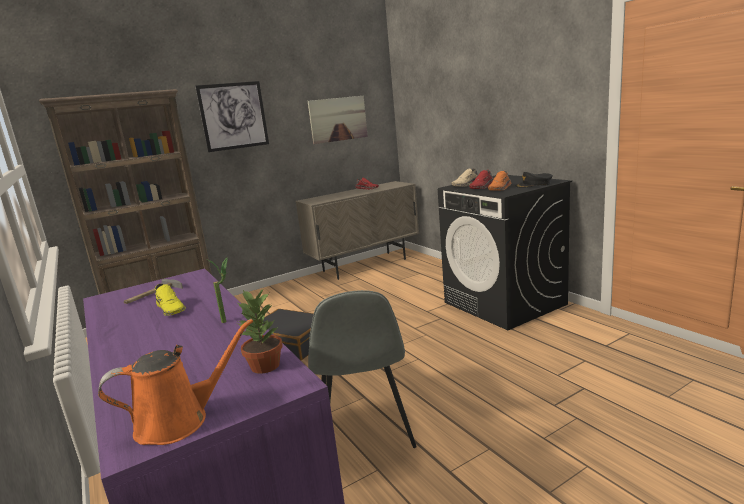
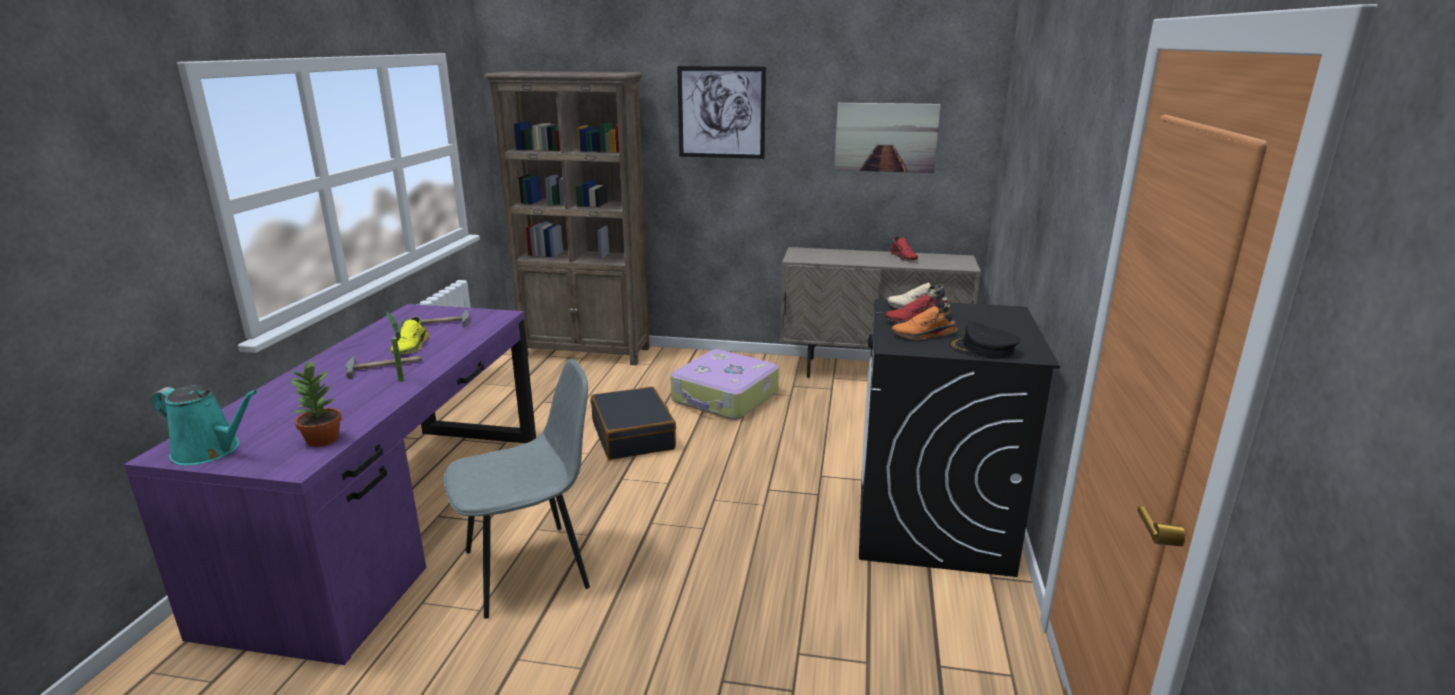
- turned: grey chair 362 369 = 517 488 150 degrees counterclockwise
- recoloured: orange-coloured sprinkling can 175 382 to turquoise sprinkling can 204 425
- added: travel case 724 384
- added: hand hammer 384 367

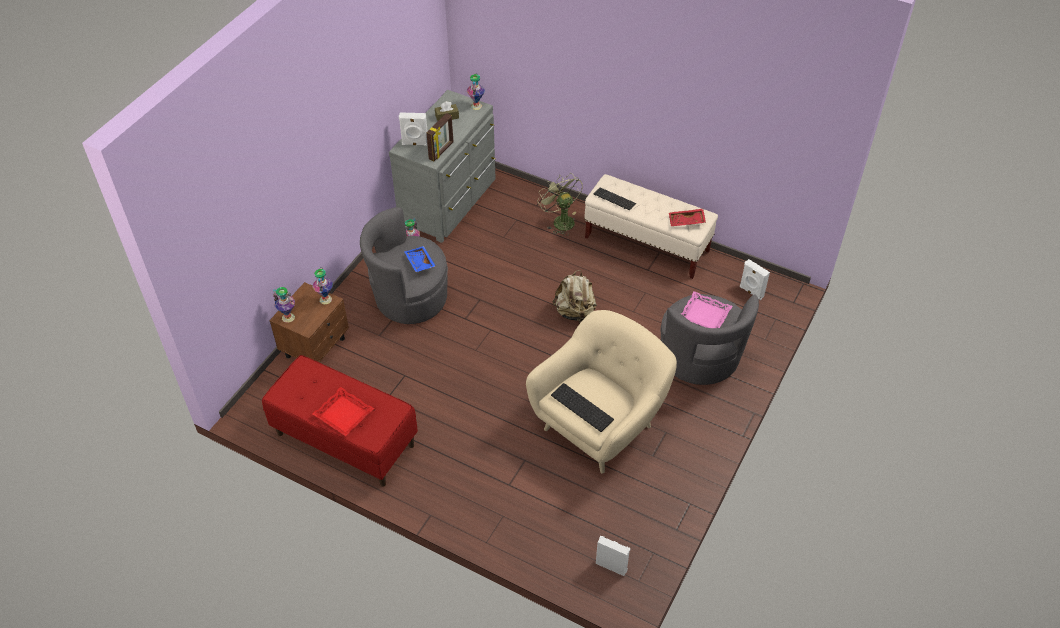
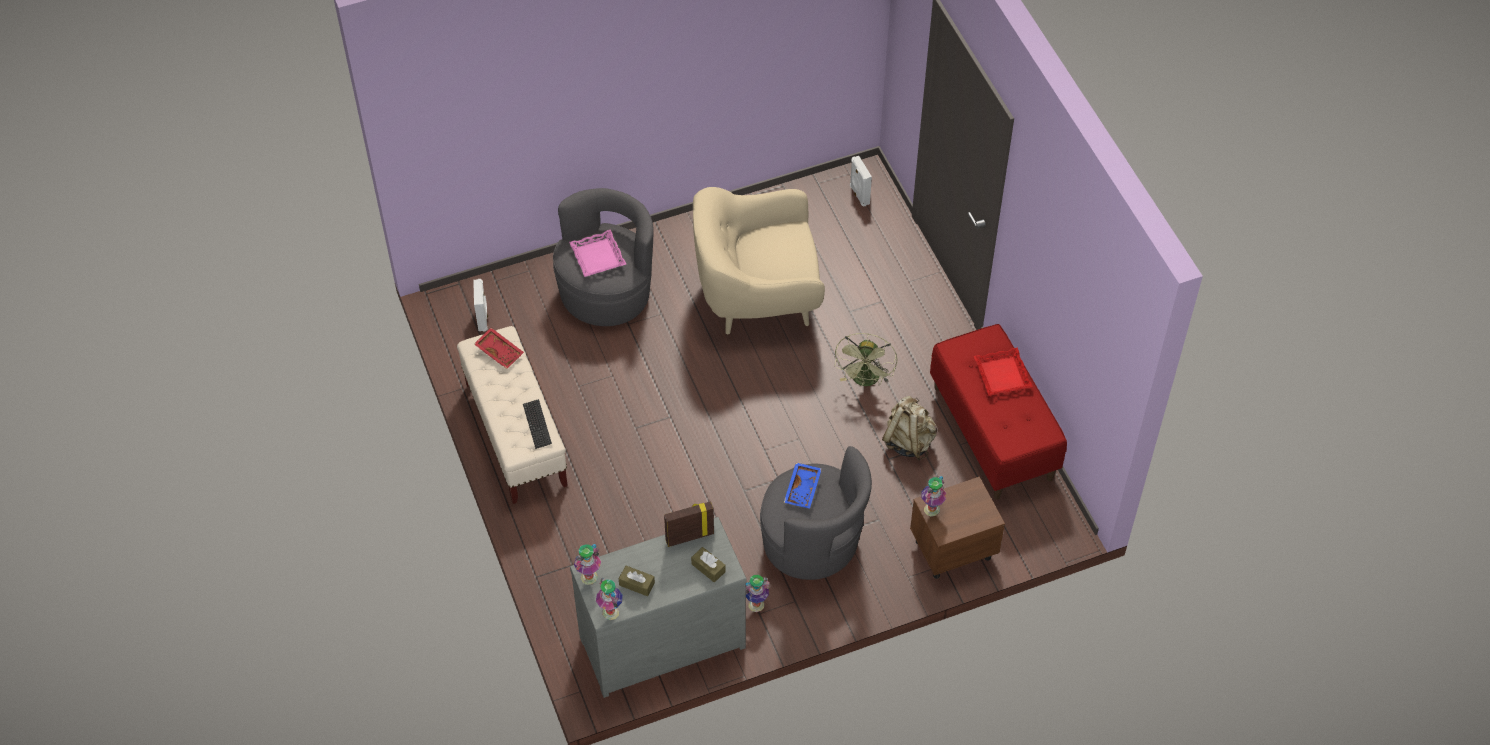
- replaced: whitish audio speaker 413 129 to brown-coloured tissue box 708 564
- moved: green electric fan 560 204 to 866 359
- moved: beige rucksack 574 297 to 910 428
- moved: decorative vase 284 305 to 609 599
- removed: PC keyboard 582 407

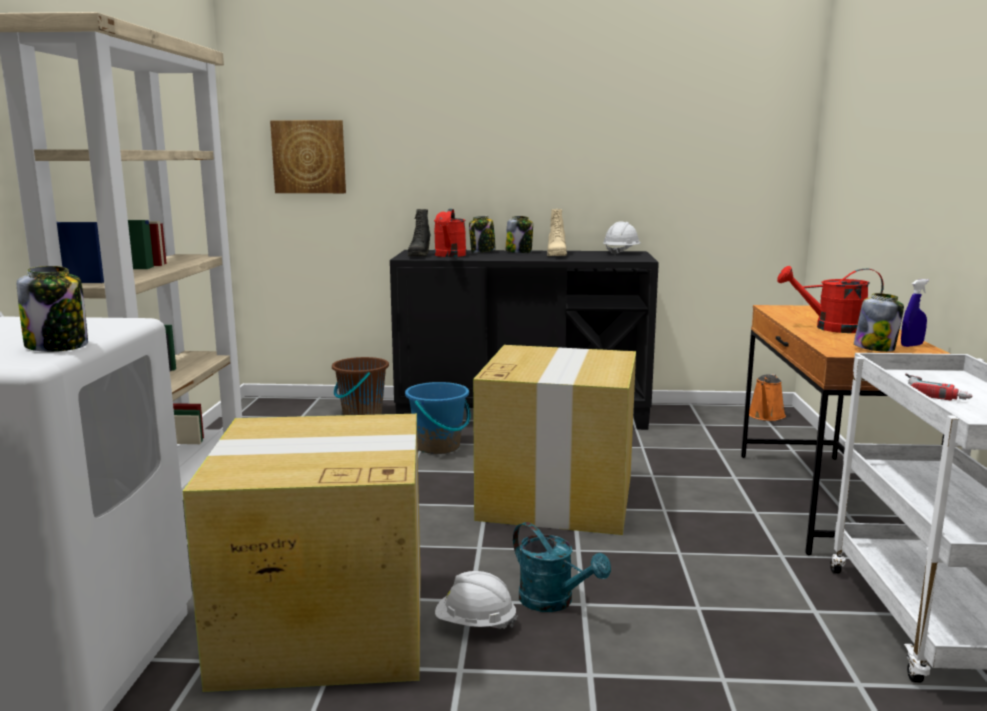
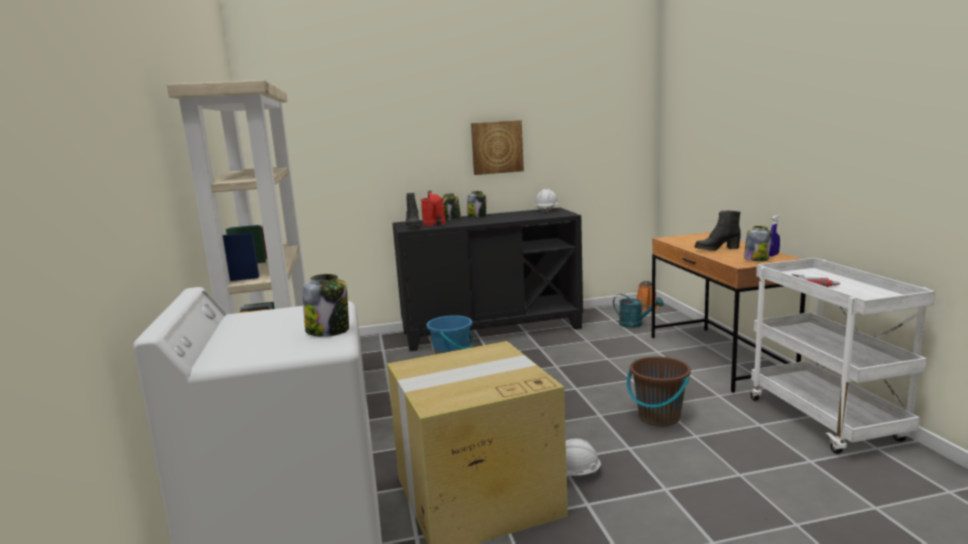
- moved: picture 308 156 to 497 147
- removed: beige tall boot 557 232
- replaced: red sprinkling can 830 299 to blackish tall boot 718 231
- removed: cardboard box 554 440
- moved: brown-coloured pail 360 386 to 659 391
- moved: turquoise sprinkling can 562 567 to 638 311

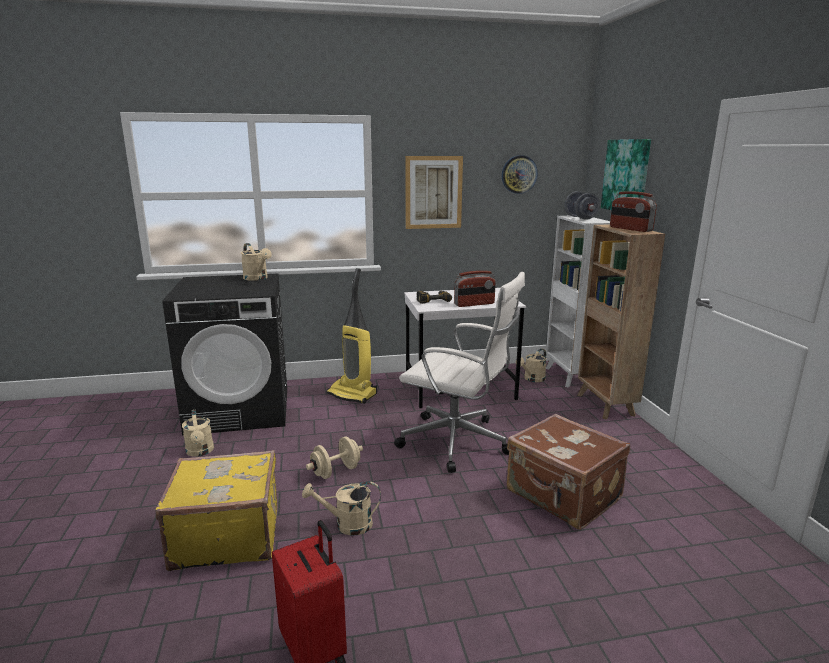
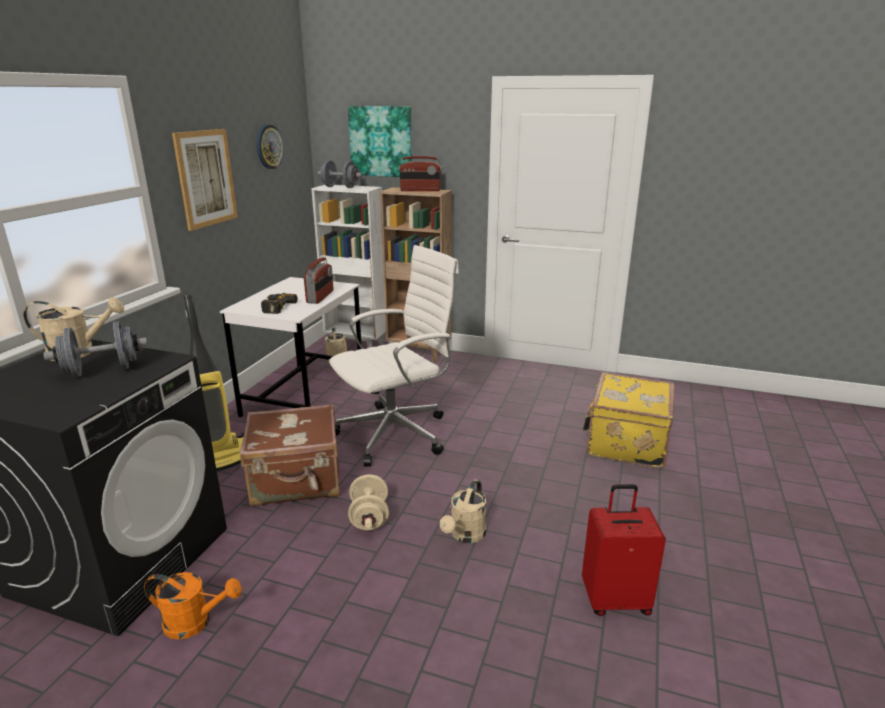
- recoloured: beige sprinkling can 198 433 to orange-coloured sprinkling can 193 606
- moved: brown-coloured travel case 568 472 to 290 455
- moved: yellow travel case 216 510 to 629 420
- added: grey dumbbell 96 349

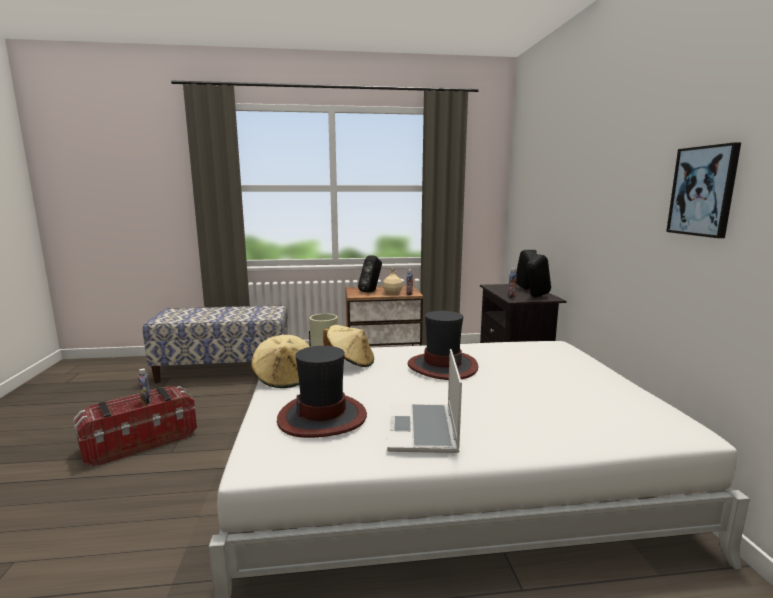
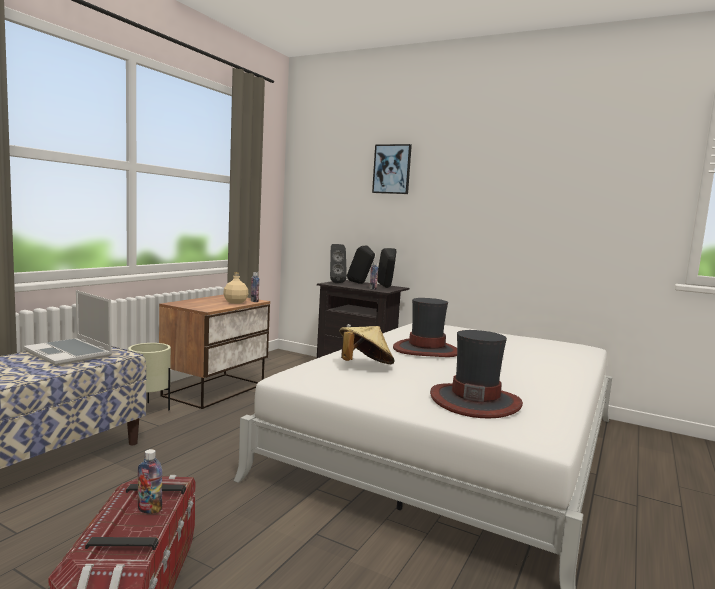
- moved: picture 703 190 to 392 169
- moved: blackish audio speaker 370 273 to 338 263
- removed: beige wearable hat 280 361
- moved: notebook computer 424 401 to 67 328

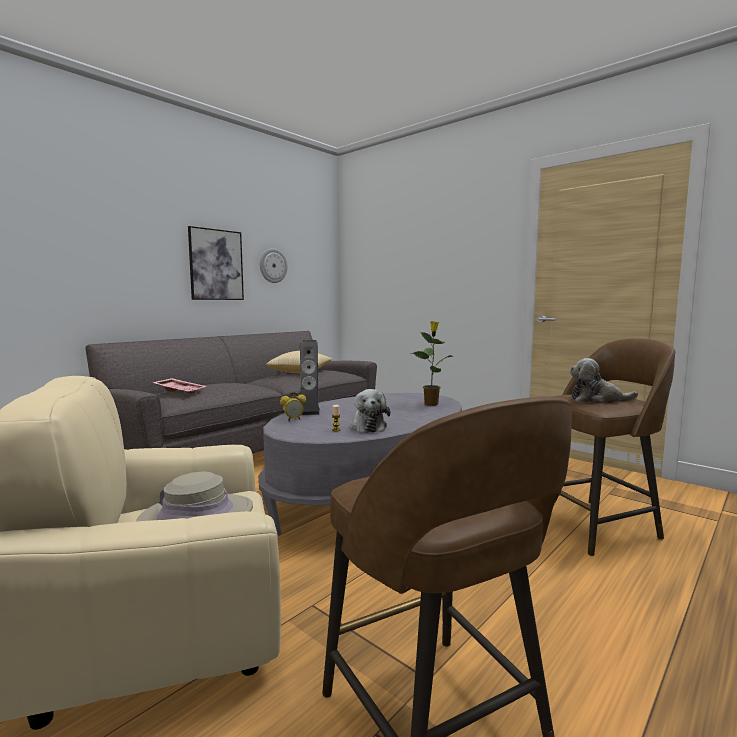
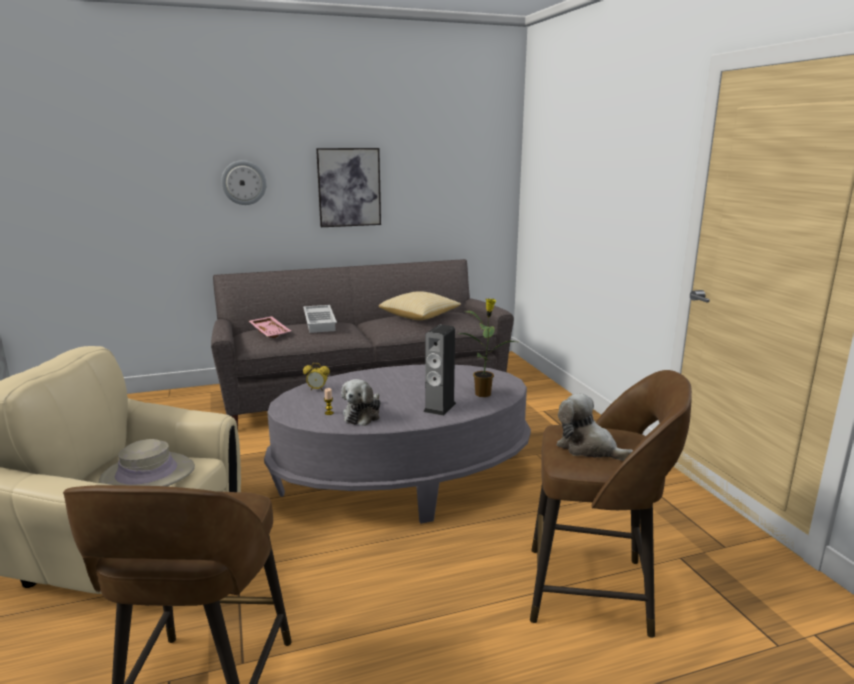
- moved: clock on the wall 274 265 to 243 182
- moved: audio speaker 310 377 to 439 370
- added: whitish serving tray 320 319

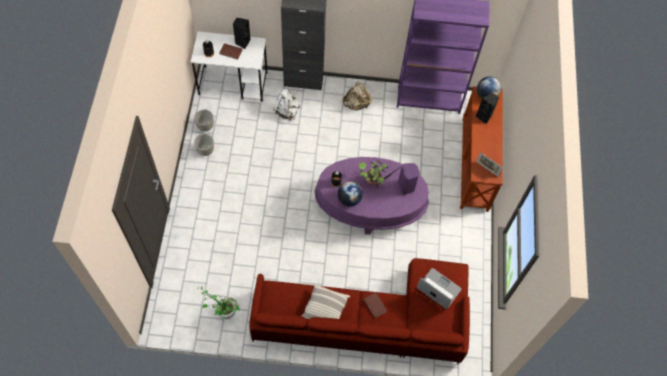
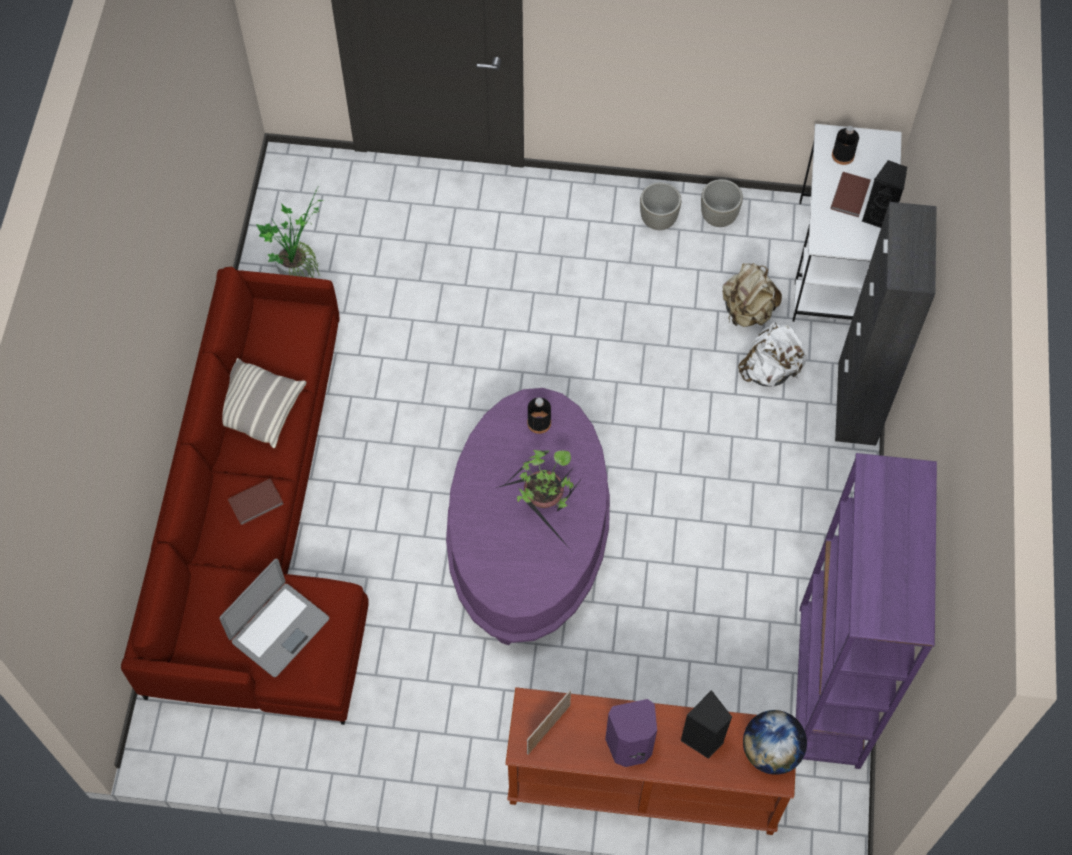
- moved: beige rucksack 357 95 to 752 295
- moved: purple-coloured audio speaker 409 179 to 631 733
- removed: desk globe 350 194

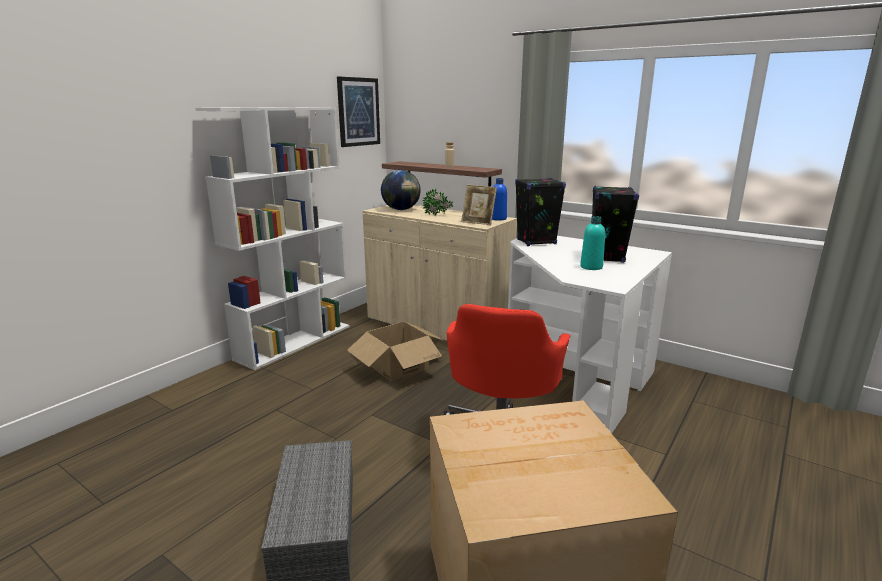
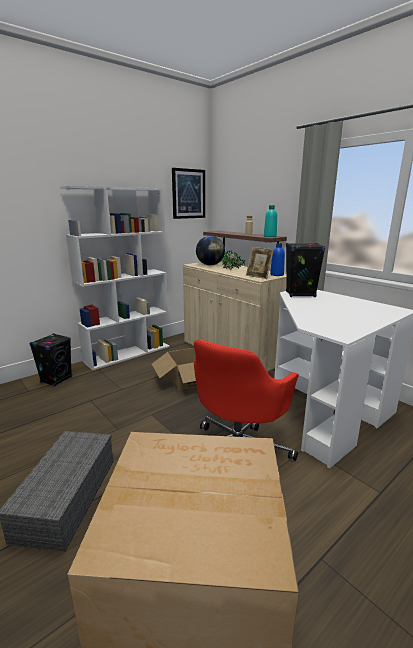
- moved: blackish audio speaker 615 224 to 50 360
- moved: turquoise drink bottle 592 243 to 270 221

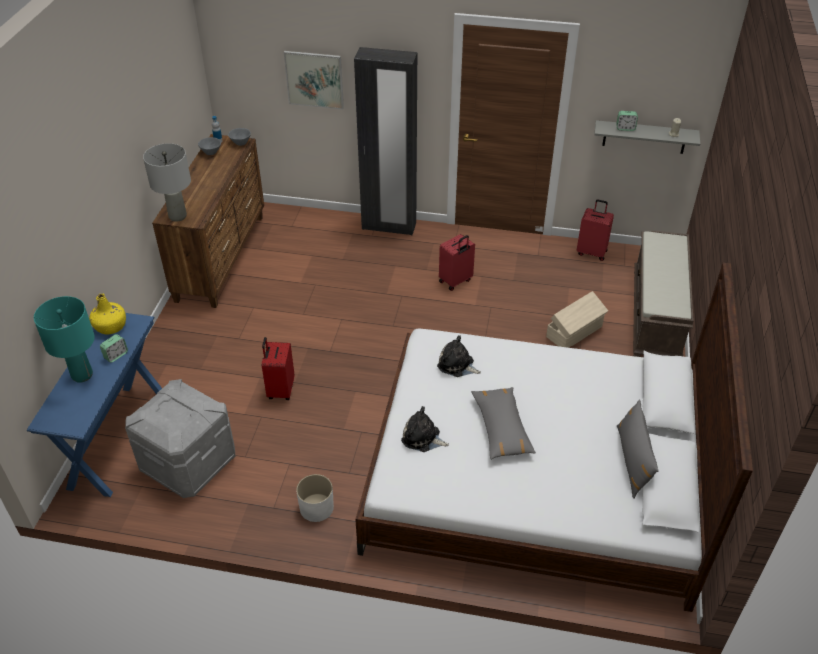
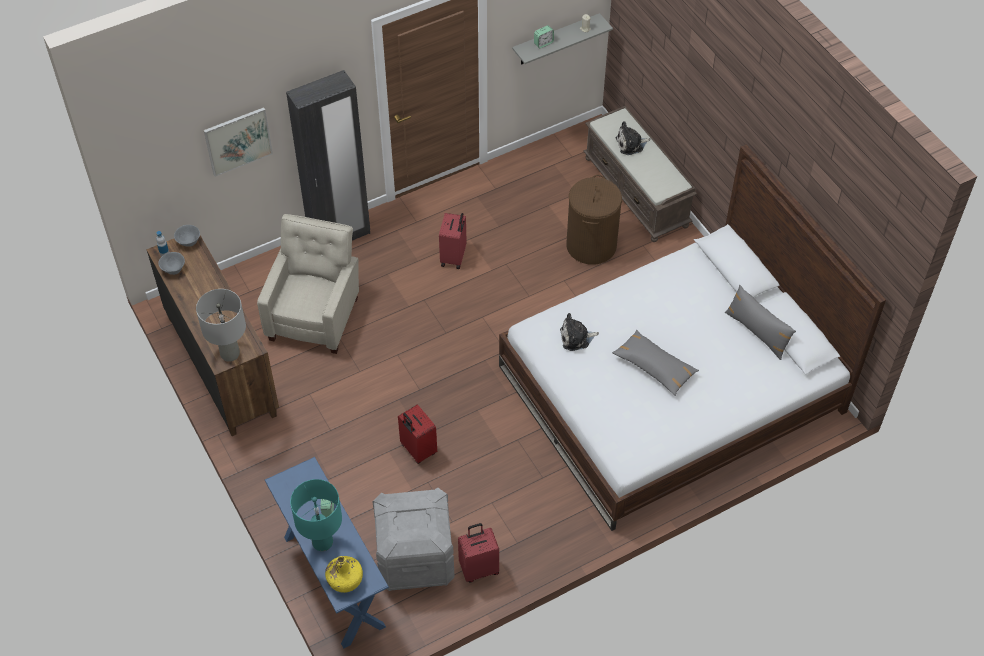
- moved: red travel case 595 230 to 478 552
- replaced: beige storage bin 577 319 to brown-coloured washing basket 594 220
- moved: yellow drink bottle 107 313 to 344 574
- moved: plush toy 425 429 to 633 138
- removed: whitish planter 315 498
- added: beige armchair 308 284

